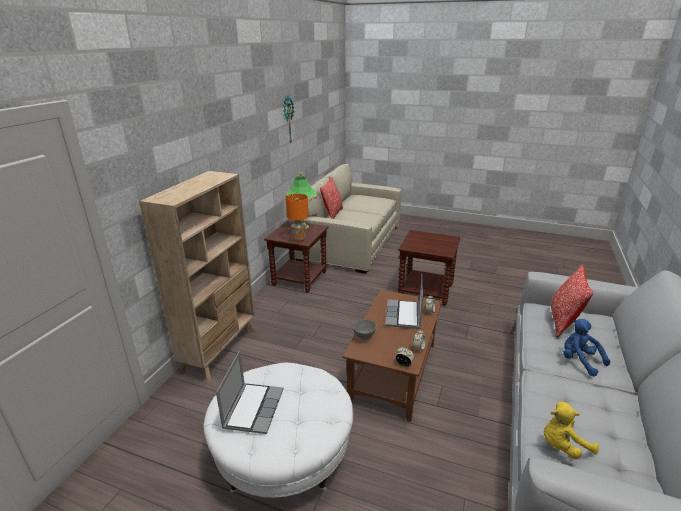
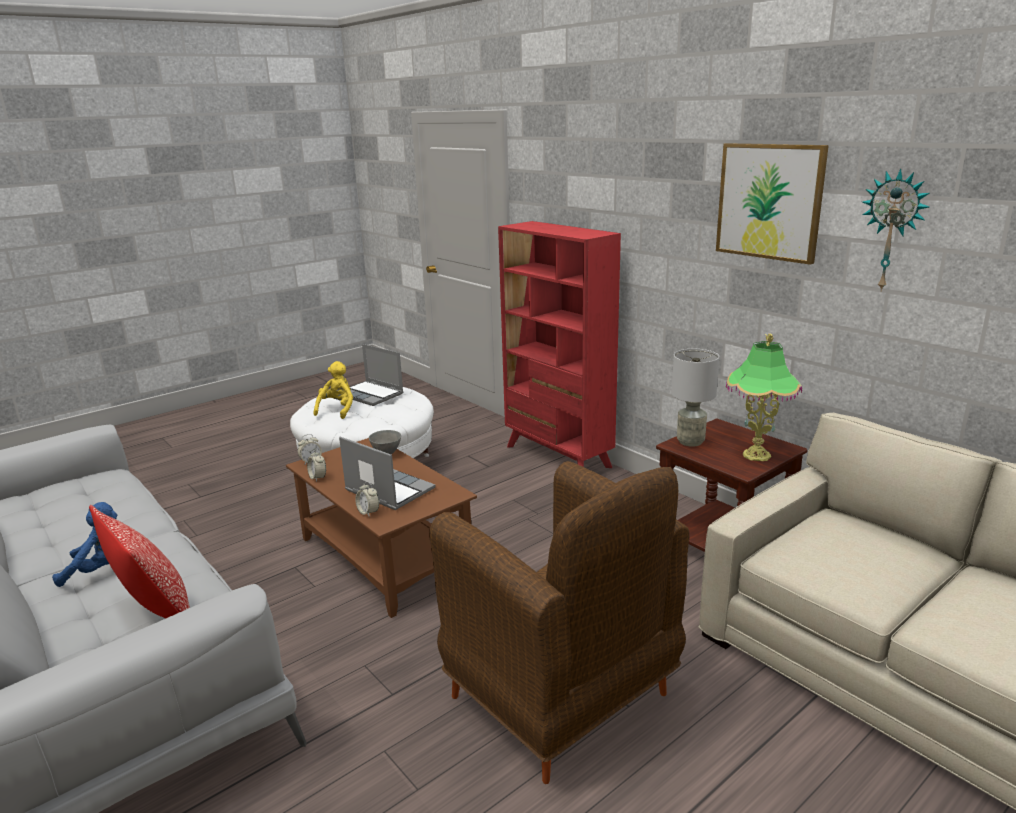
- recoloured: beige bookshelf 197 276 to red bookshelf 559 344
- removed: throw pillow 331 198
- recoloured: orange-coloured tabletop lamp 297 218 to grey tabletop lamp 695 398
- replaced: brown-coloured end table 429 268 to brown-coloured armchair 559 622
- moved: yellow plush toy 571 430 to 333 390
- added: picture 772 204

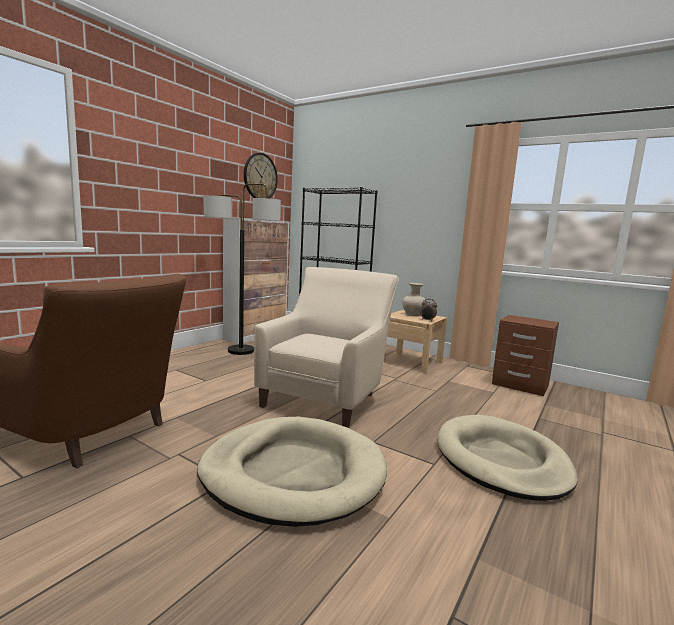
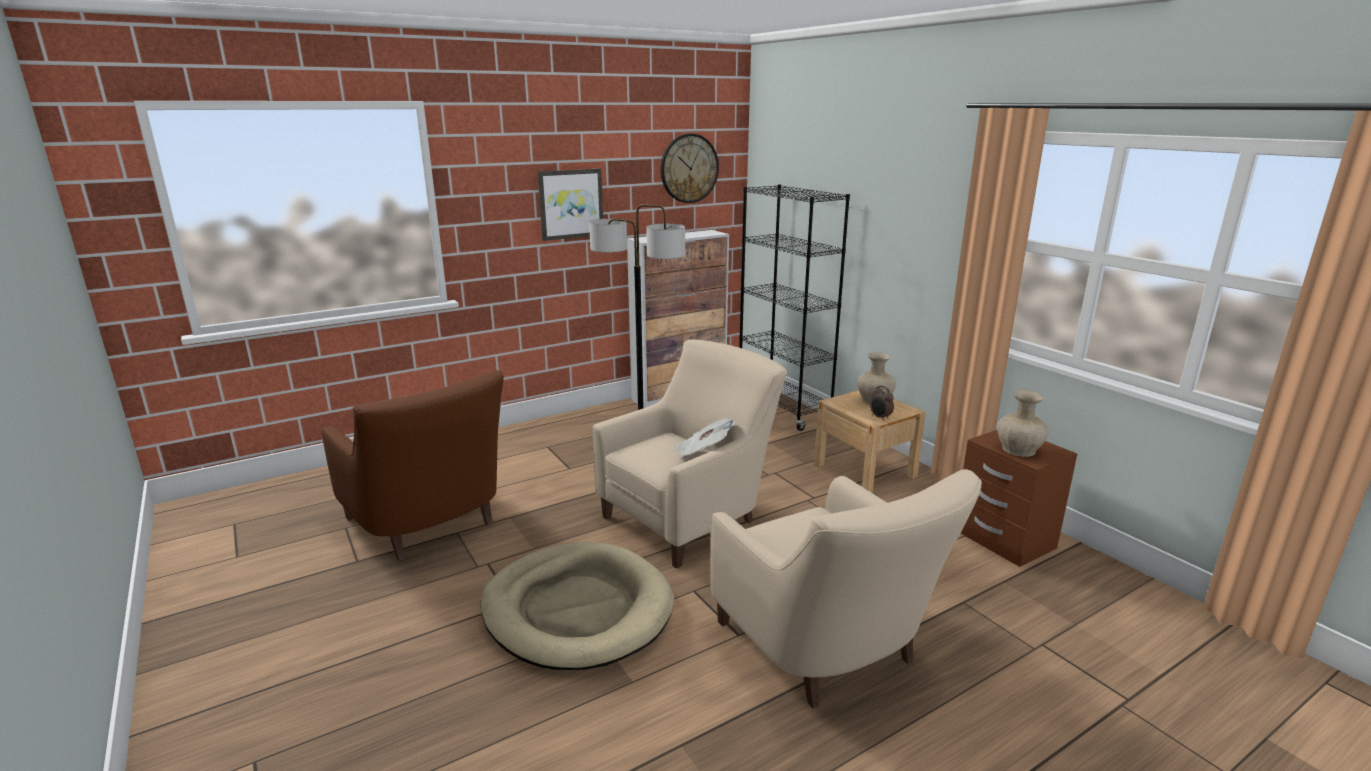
- replaced: beige pet bed 507 458 to beige armchair 846 588
- added: picture 570 205
- added: beige decorative vase 1022 423
- added: newspaper 705 438

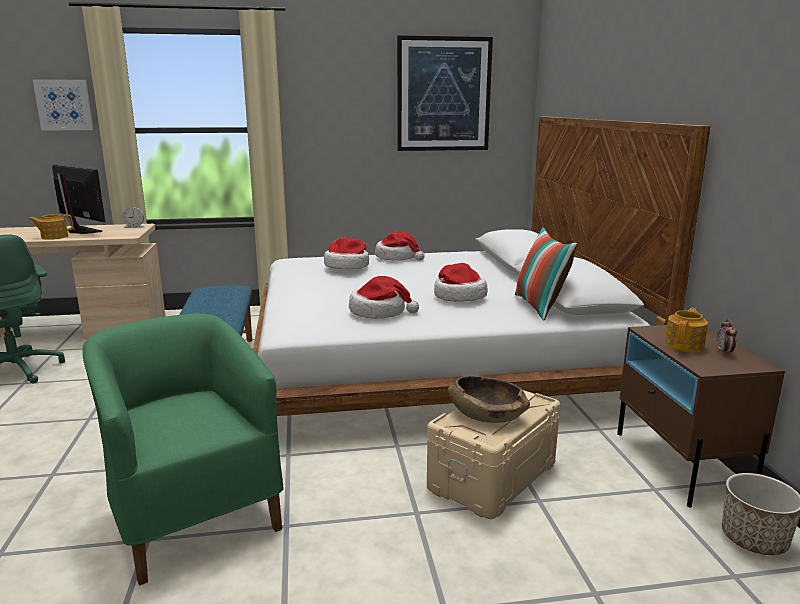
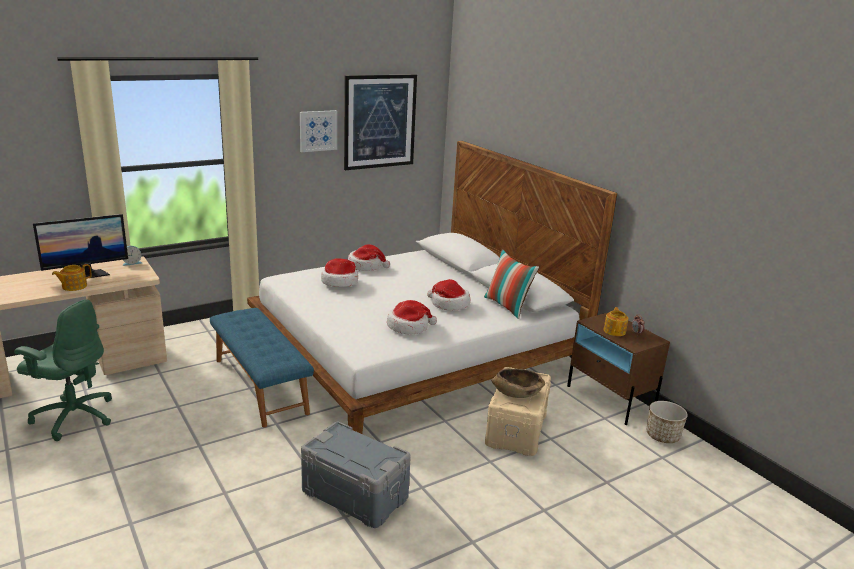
- moved: picture 63 104 to 318 131
- turned: computer display 78 199 = 80 246 135 degrees clockwise
- replaced: green armchair 183 449 to grey storage bin 356 475

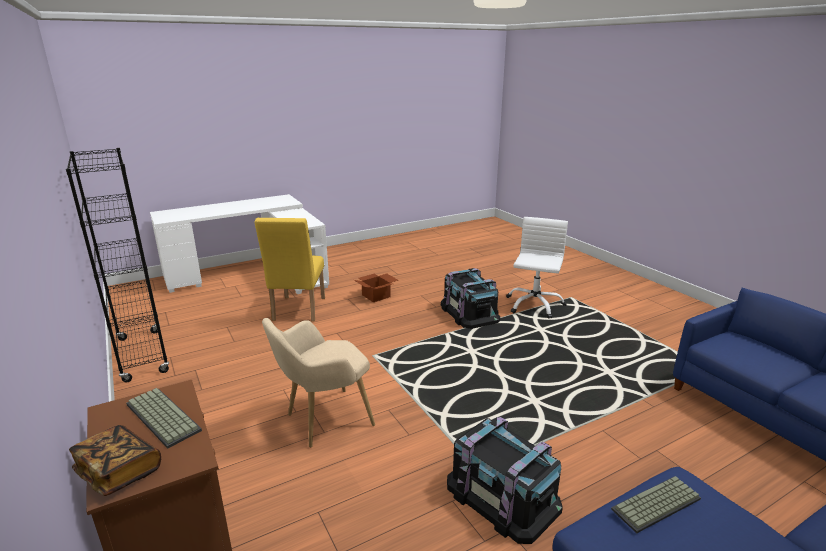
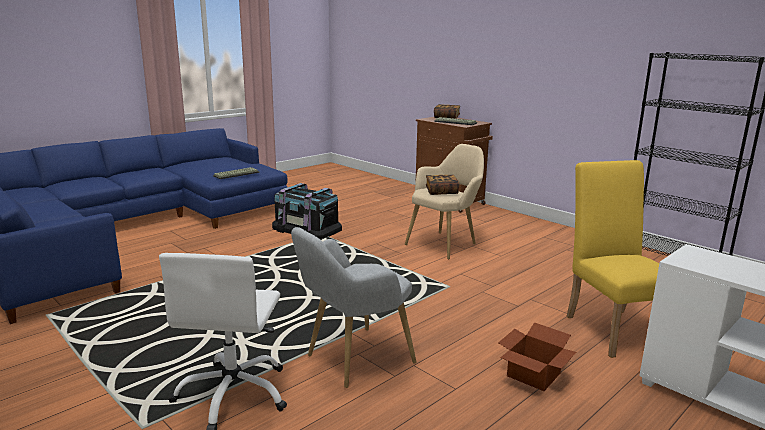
- replaced: blackish storage bin 470 298 to grey armchair 353 307
- added: bound book 442 185

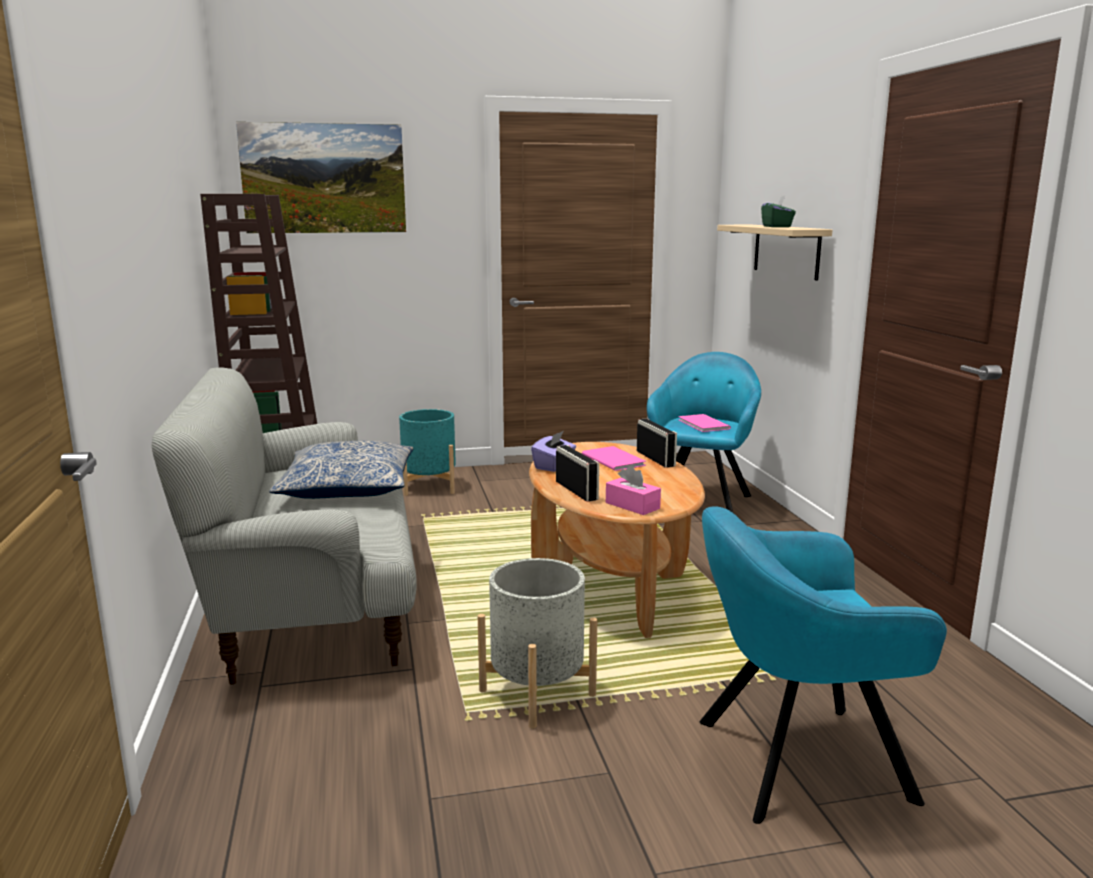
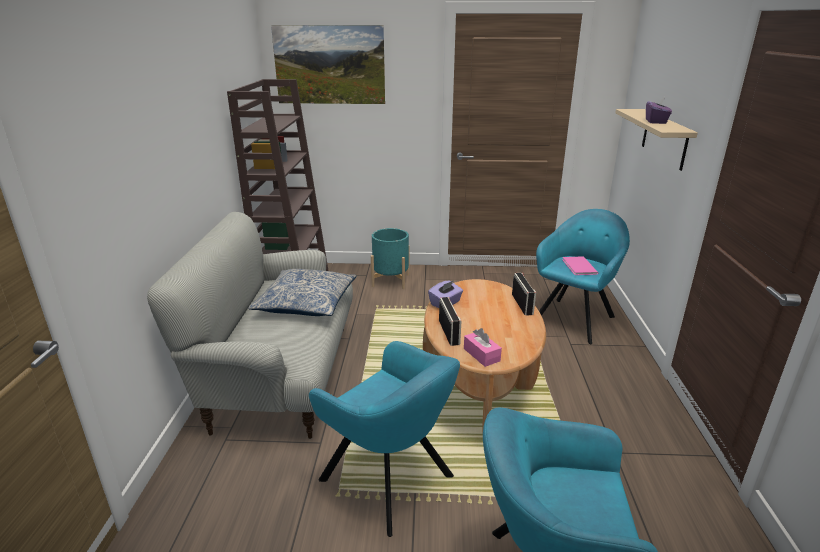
- recoloured: green tissue box 778 211 to purple-coloured tissue box 659 110
- removed: pink bound book 614 458
- replaced: grey planter 537 643 to turquoise armchair 384 439

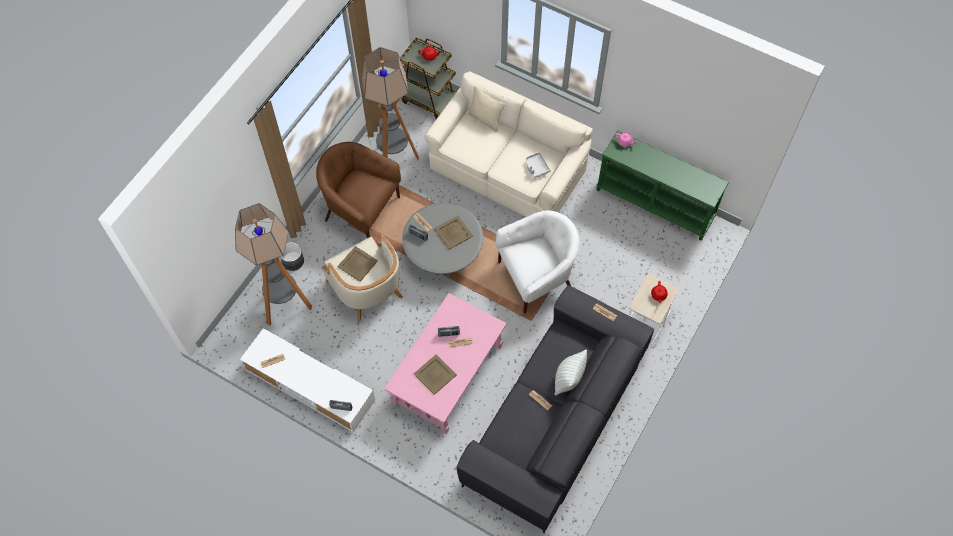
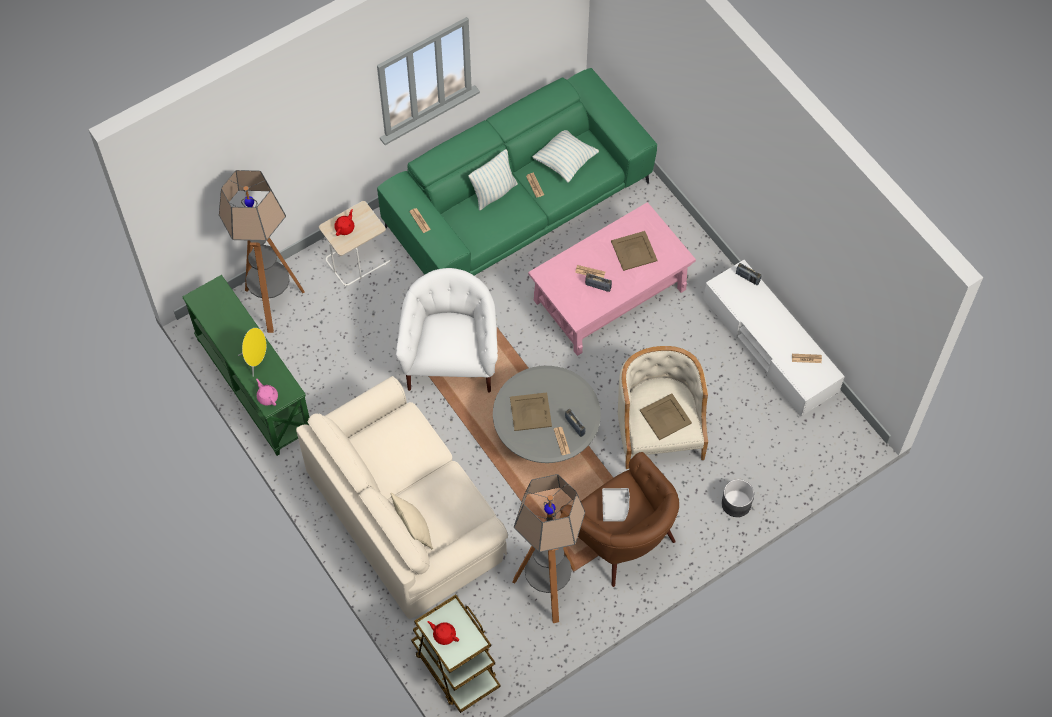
- moved: grey serving tray 538 165 to 616 505
- moved: floor lamp 273 264 to 262 251
- turned: whitish armchair 537 261 = 447 330 90 degrees clockwise
- recoloured: grey settee 555 409 to green settee 517 172
- added: throw pillow 565 156
- added: yellow audio speaker 252 352

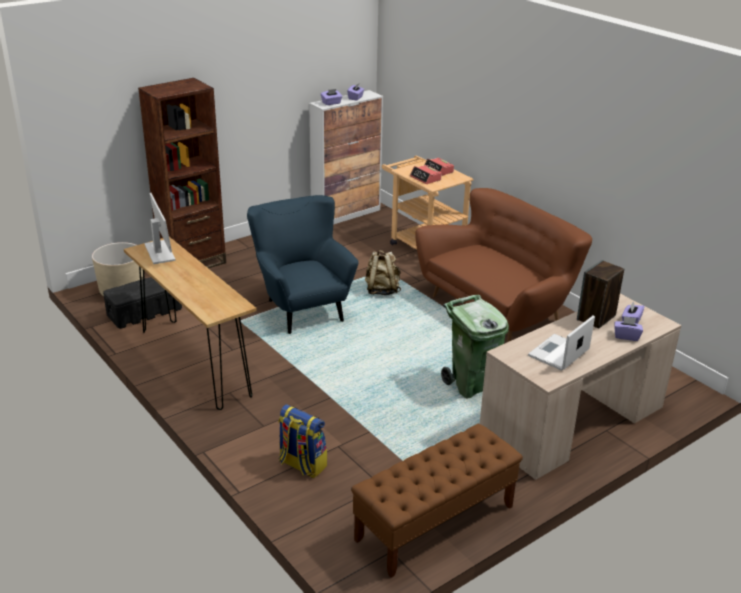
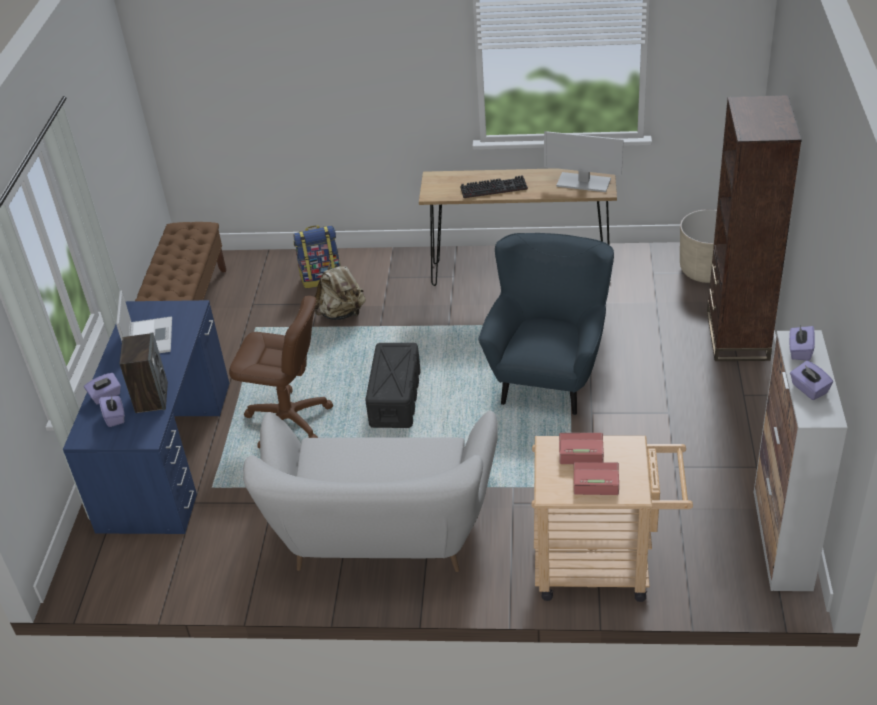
- recoloured: brown-coloured settee 503 265 to whitish settee 370 491
- turned: blue-coloured armchair 303 264 = 546 324 90 degrees counterclockwise
- moved: beige rucksack 383 272 to 340 290
- moved: blackish storage bin 142 303 to 393 385
- recoloured: beige desk unit 581 387 to blue-coloured desk unit 146 417
- replaced: green waste bin 475 347 to brown-coloured office chair 281 372
- added: PC keyboard 494 186

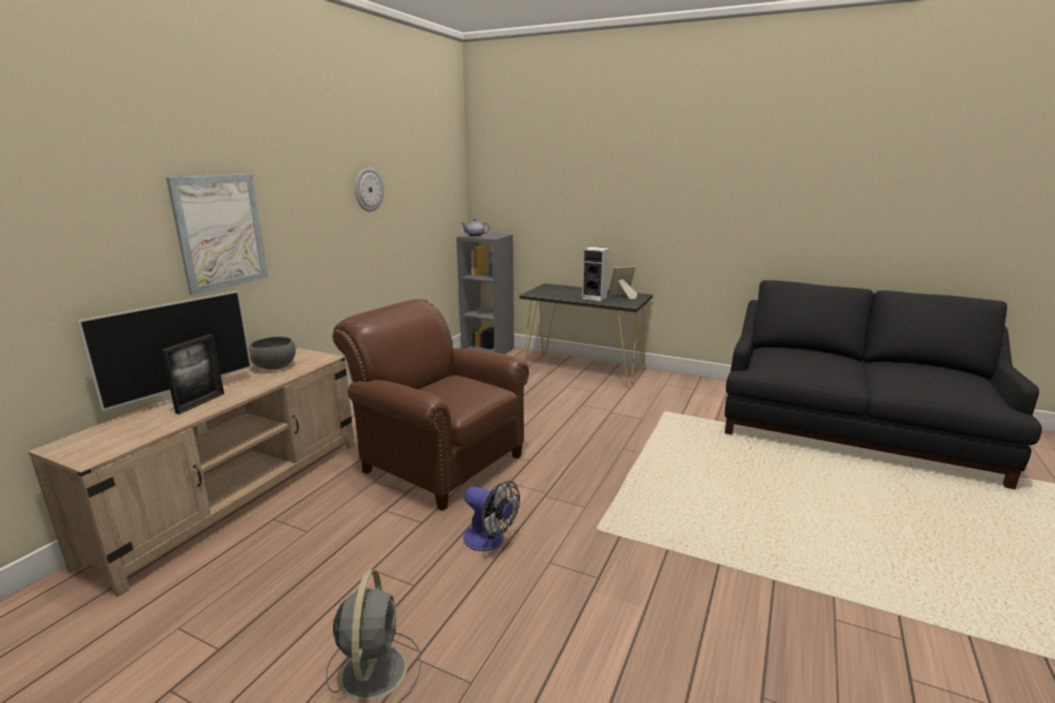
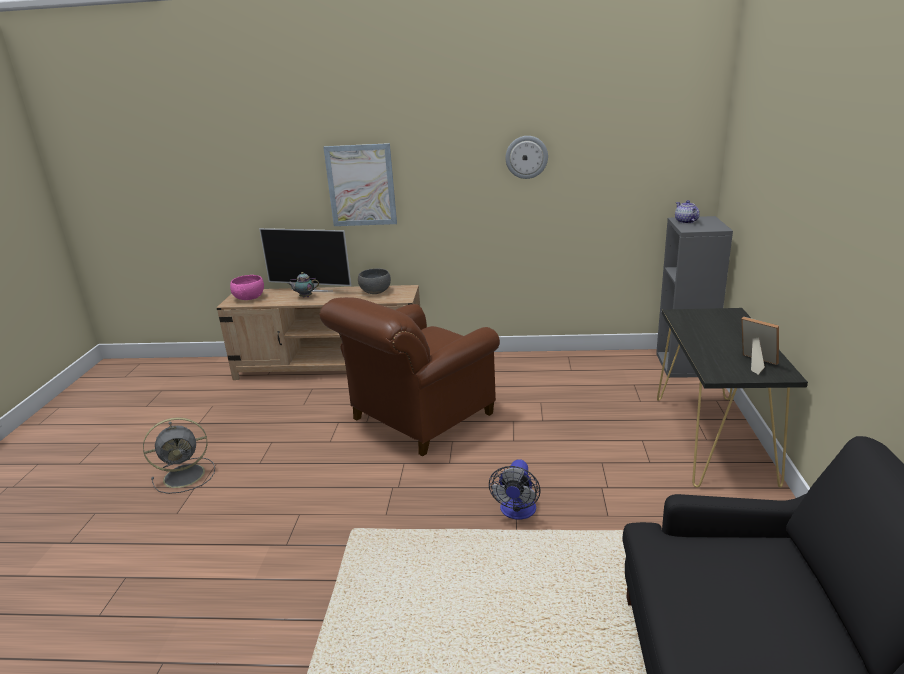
- removed: audio speaker 595 274
- turned: brown-coloured armchair 430 405 = 409 376 150 degrees counterclockwise
- replaced: picture frame 192 374 to pot for tea 303 284
- moved: electric fan 491 516 to 515 489
- added: pink serving bowl 247 287

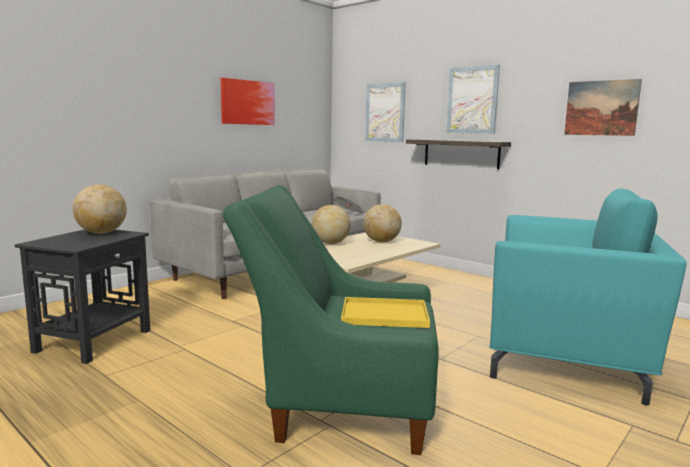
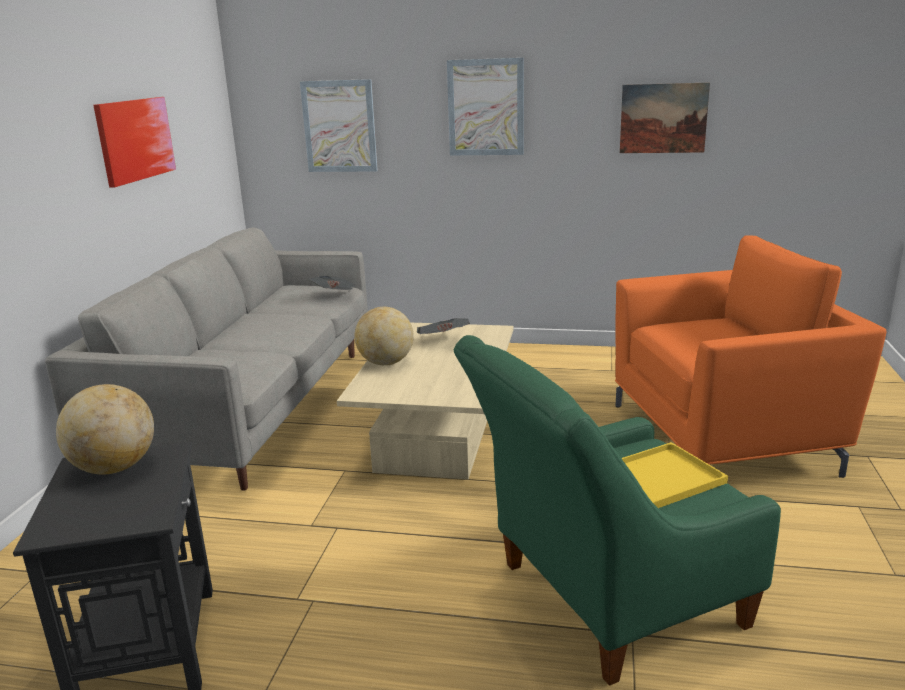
- removed: bracket shelf 458 154
- recoloured: turquoise armchair 588 296 to orange-coloured armchair 751 356
- replaced: desk globe 382 223 to newspaper 443 326

